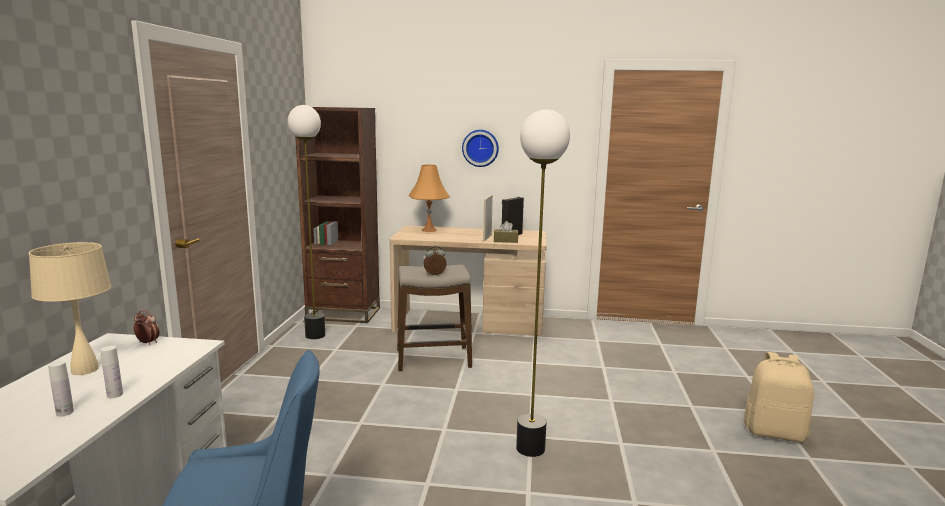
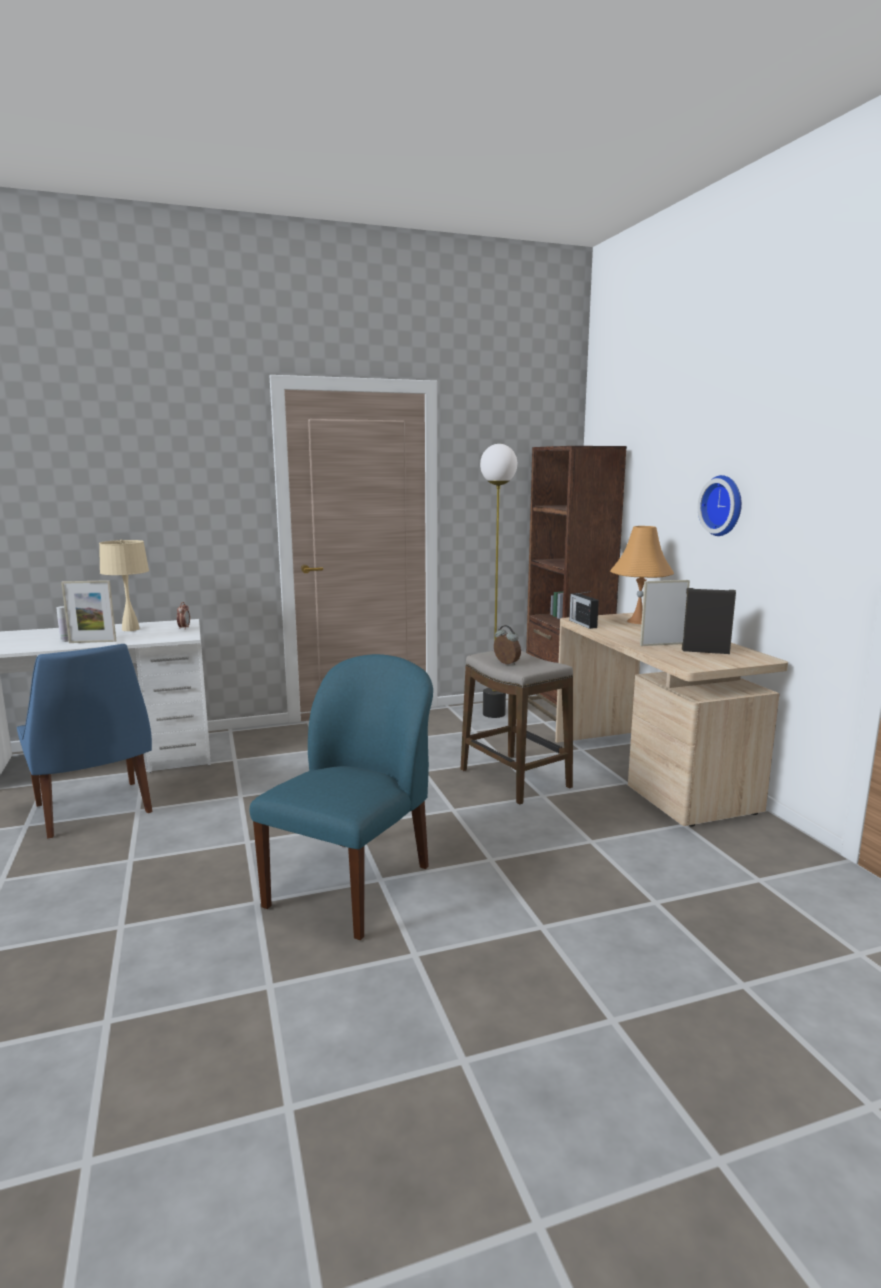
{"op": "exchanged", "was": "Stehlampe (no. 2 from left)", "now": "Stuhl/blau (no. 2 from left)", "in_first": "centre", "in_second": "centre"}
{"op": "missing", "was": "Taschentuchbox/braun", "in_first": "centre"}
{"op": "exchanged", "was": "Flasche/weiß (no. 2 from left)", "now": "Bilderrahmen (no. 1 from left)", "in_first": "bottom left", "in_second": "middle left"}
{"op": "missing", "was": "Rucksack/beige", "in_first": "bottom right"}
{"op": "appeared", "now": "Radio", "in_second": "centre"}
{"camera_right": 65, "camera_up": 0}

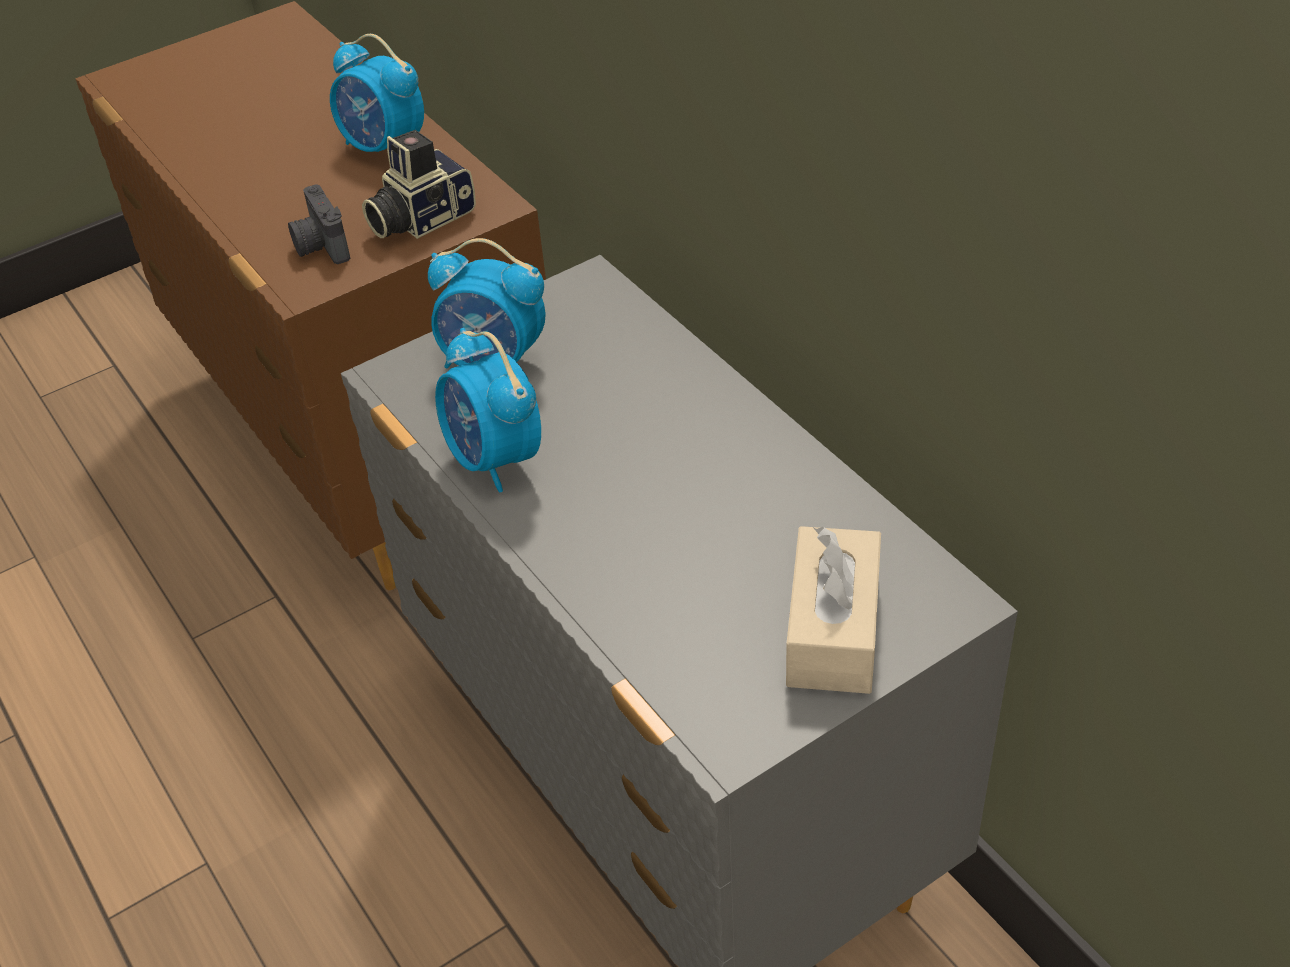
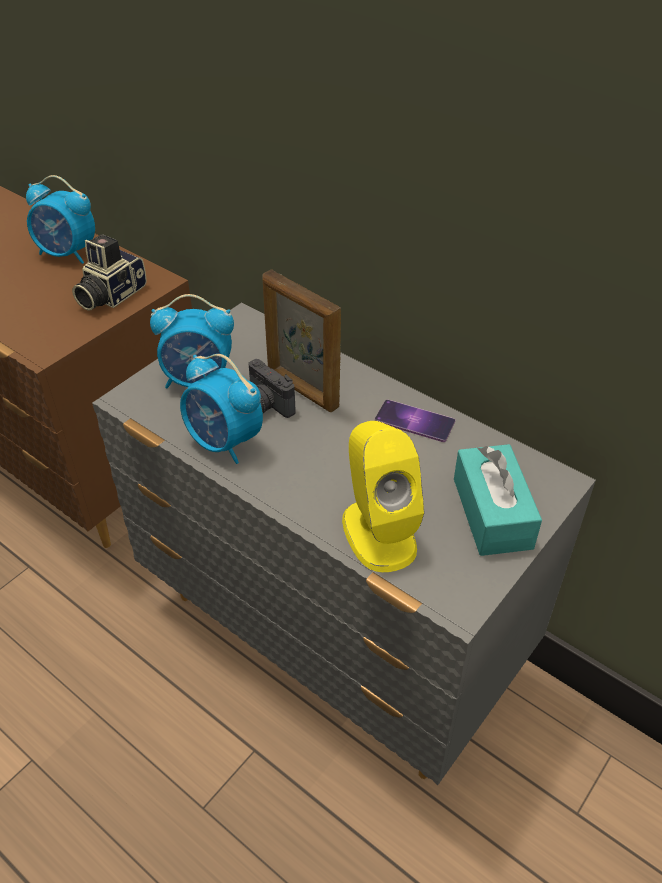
{"op": "relocated", "was": "Kamera (no. 1 from left in the first image)", "now": "Kamera (no. 2 from left)", "in_first": "top left", "in_second": "centre"}
{"op": "colour", "was": "Taschentuchbox/beige", "now": "Taschentuchbox/türkis", "in_first": "centre", "in_second": "middle right"}
{"op": "appeared", "now": "Bilderrahmen", "in_second": "centre"}
{"op": "appeared", "now": "Handy", "in_second": "centre"}
{"op": "appeared", "now": "Lautsprecher/gelb", "in_second": "centre"}
{"camera_right": -20, "camera_up": 0}

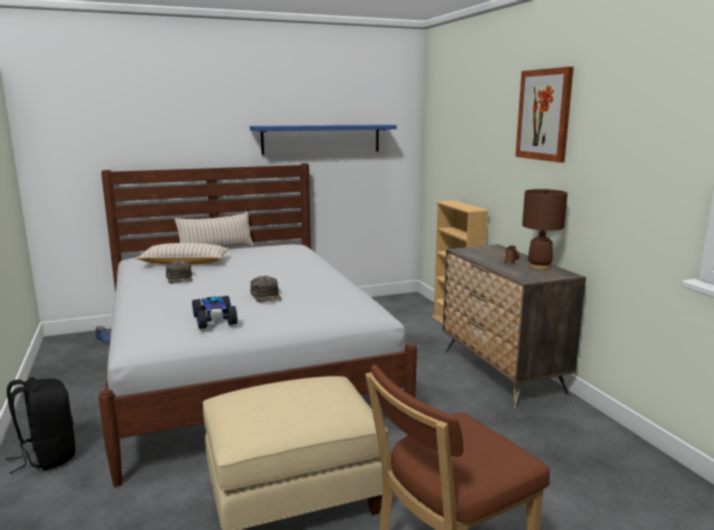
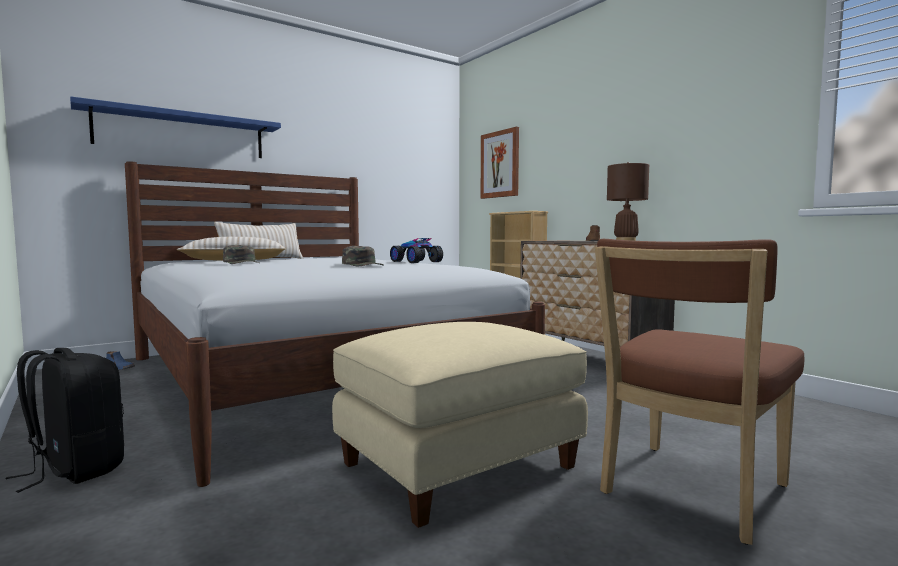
{"op": "relocated", "was": "Bild", "in_first": "top right", "in_second": "top centre"}
{"op": "relocated", "was": "Wandregal/blau", "in_first": "top centre", "in_second": "top left"}
{"op": "relocated", "was": "Spielzeugauto", "in_first": "middle left", "in_second": "centre"}
{"camera_right": -15, "camera_up": -10}

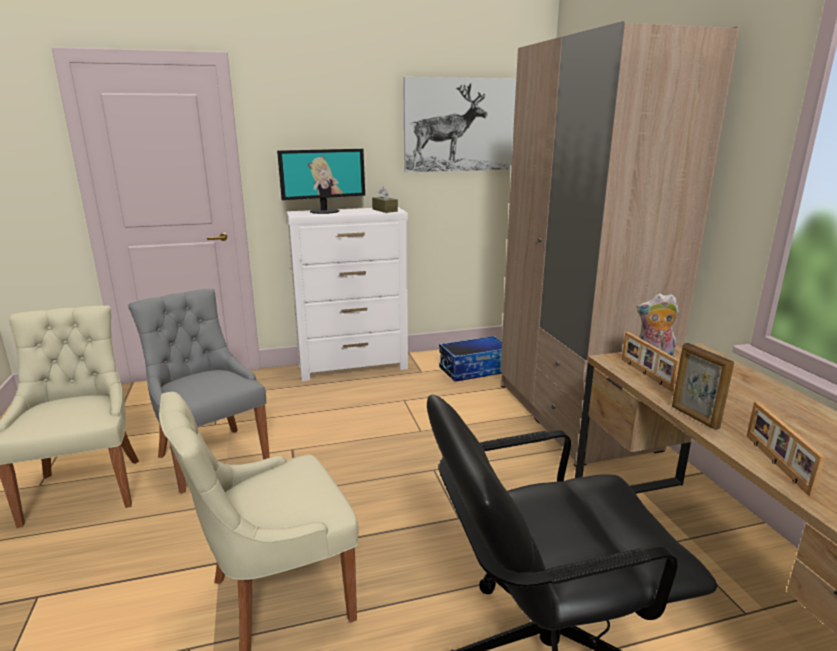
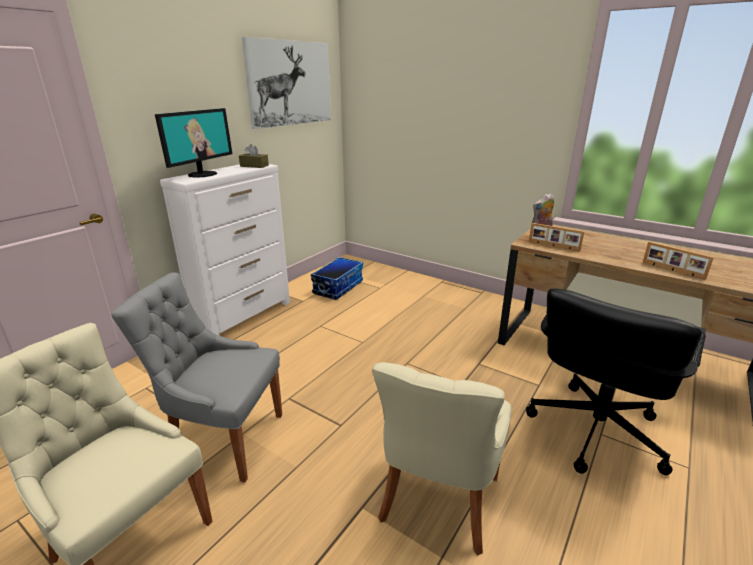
{"op": "missing", "was": "Kleiderschrank/beige", "in_first": "middle right"}
{"op": "missing", "was": "Bilderrahmen (no. 2 from left)", "in_first": "middle right"}
{"camera_right": -40, "camera_up": 5}

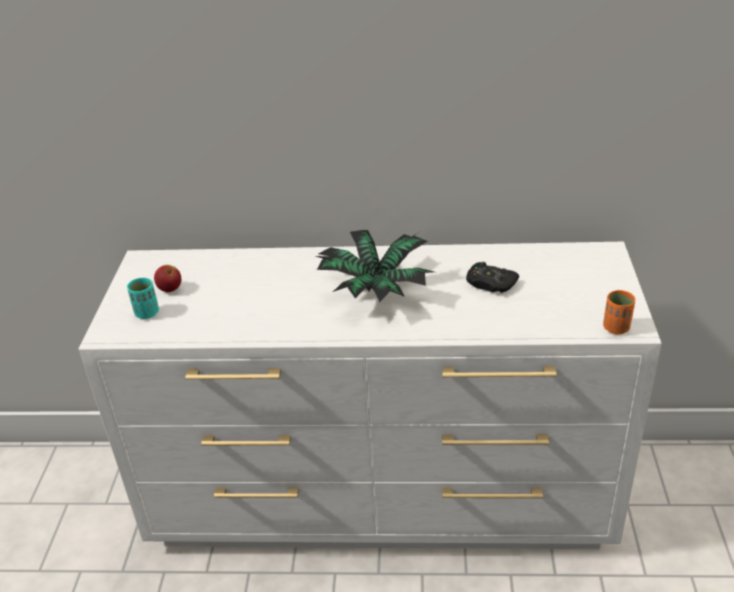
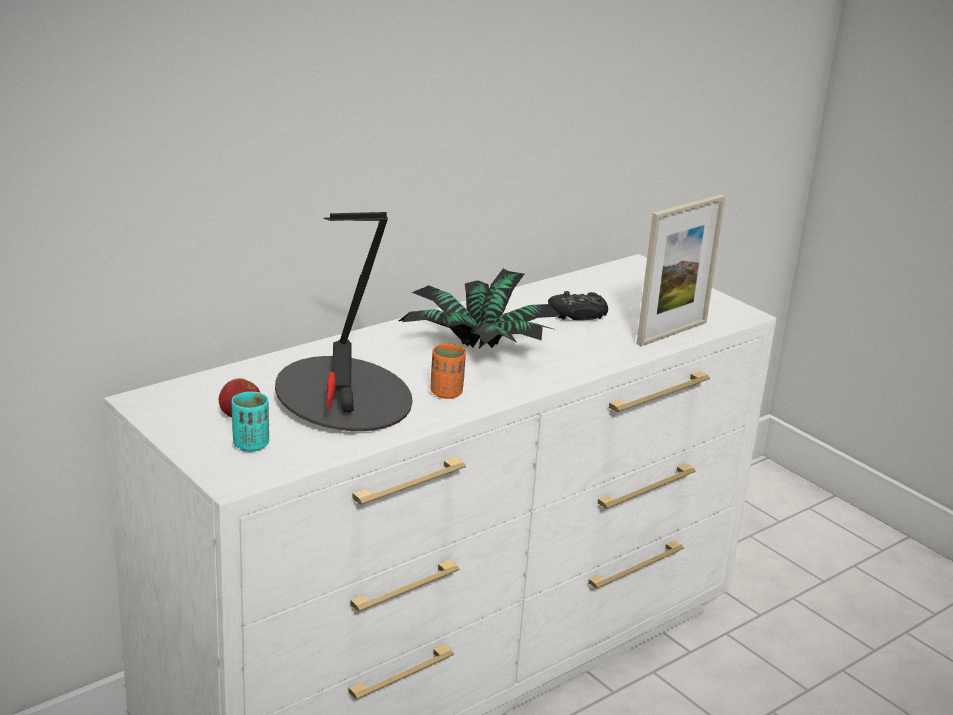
{"op": "relocated", "was": "Tasse/orange", "in_first": "middle right", "in_second": "centre"}
{"op": "appeared", "now": "Bilderrahmen", "in_second": "middle right"}
{"op": "appeared", "now": "Tischlampe", "in_second": "centre"}
{"camera_right": -45, "camera_up": -10}

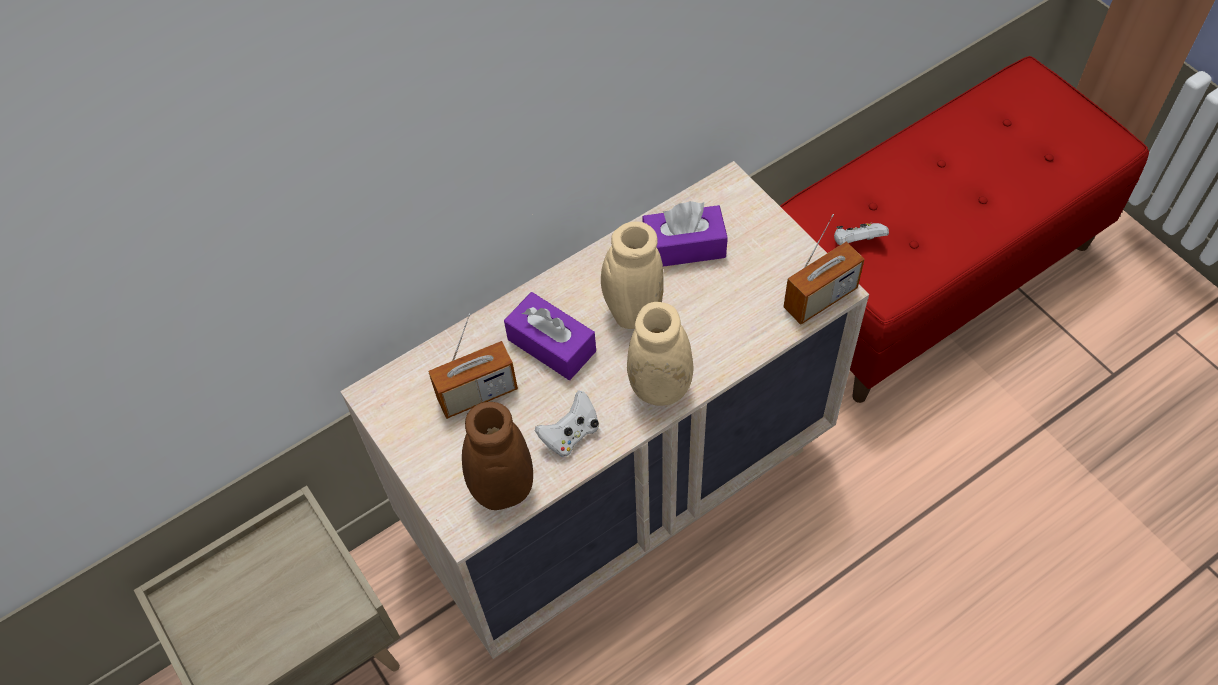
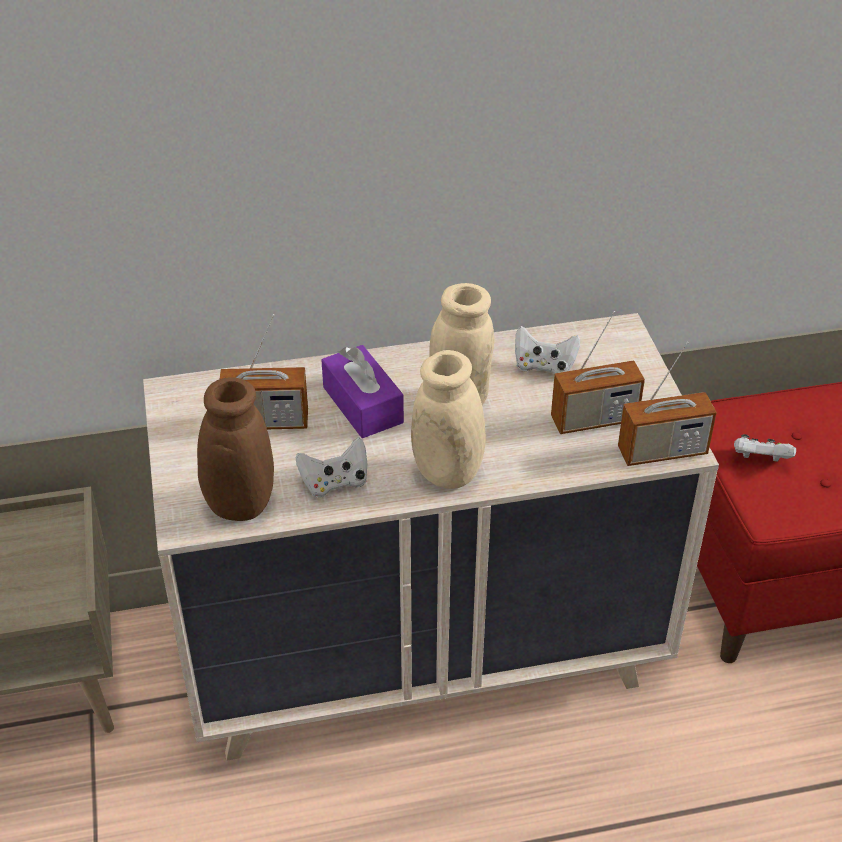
{"op": "exchanged", "was": "Taschentuchbox/lila (no. 2 from left)", "now": "Gamepad/weiß (no. 2 from left)", "in_first": "centre", "in_second": "centre"}
{"op": "appeared", "now": "Radio (no. 2 from left)", "in_second": "middle right"}
{"camera_right": 20, "camera_up": -15}

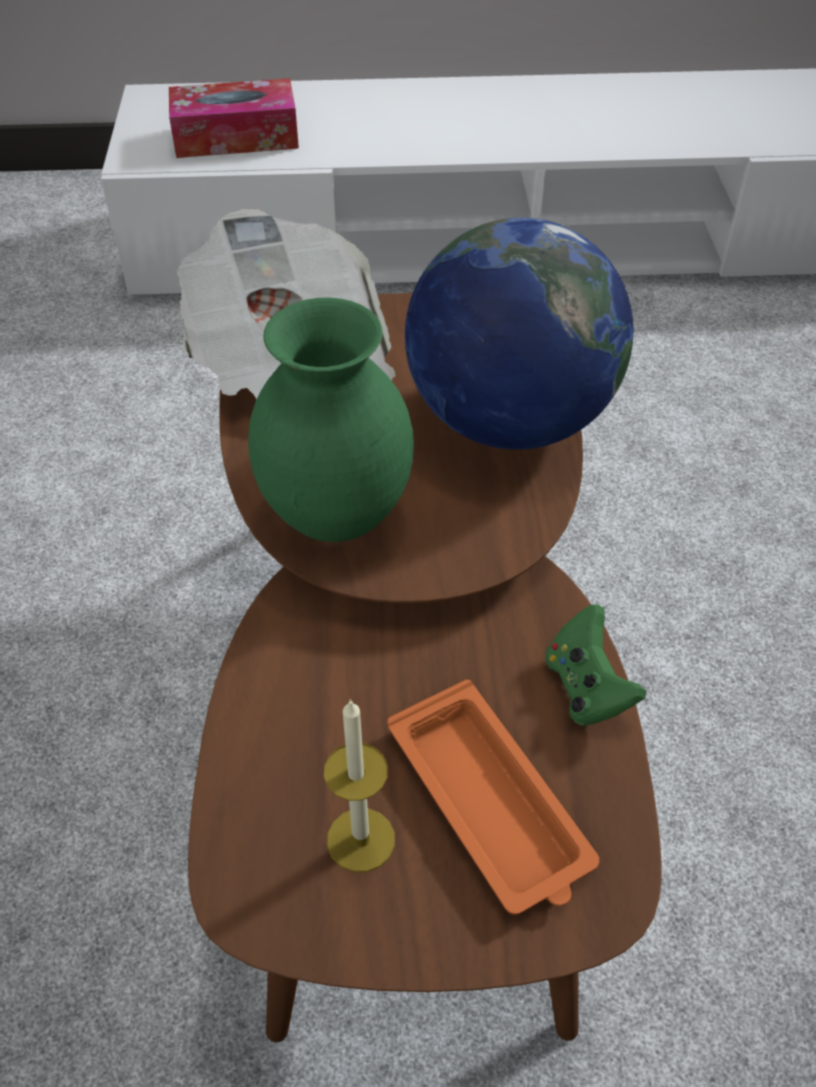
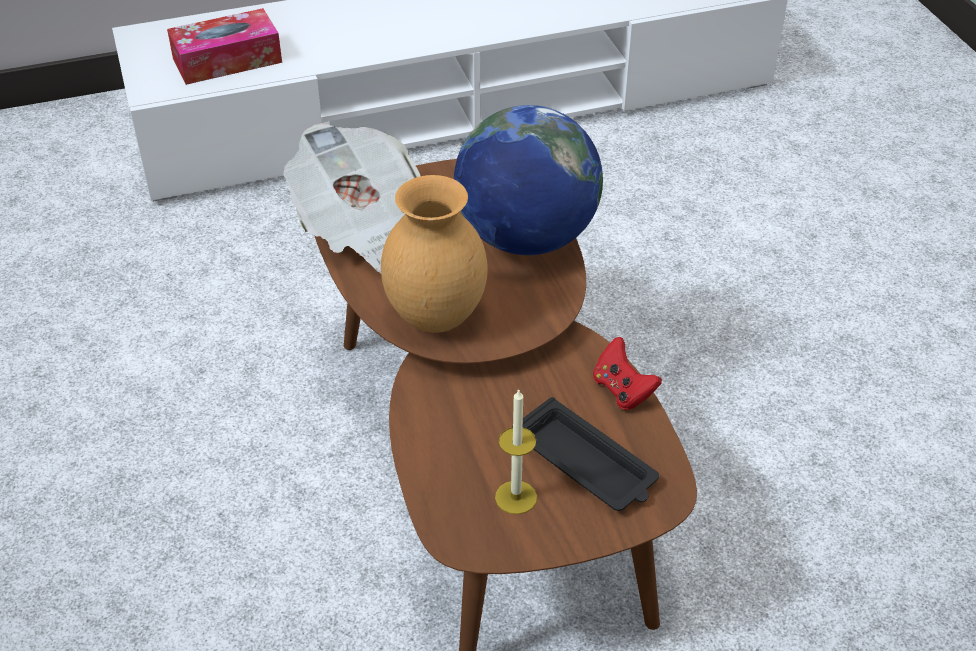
{"op": "colour", "was": "Vase/grün", "now": "Vase/braun", "in_first": "centre", "in_second": "centre"}
{"op": "colour", "was": "Gamepad/grün", "now": "Gamepad/rot", "in_first": "middle right", "in_second": "centre"}
{"op": "colour", "was": "Tablett/orange", "now": "Tablett/schwarz", "in_first": "bottom centre", "in_second": "bottom centre"}
{"camera_right": -15, "camera_up": -5}

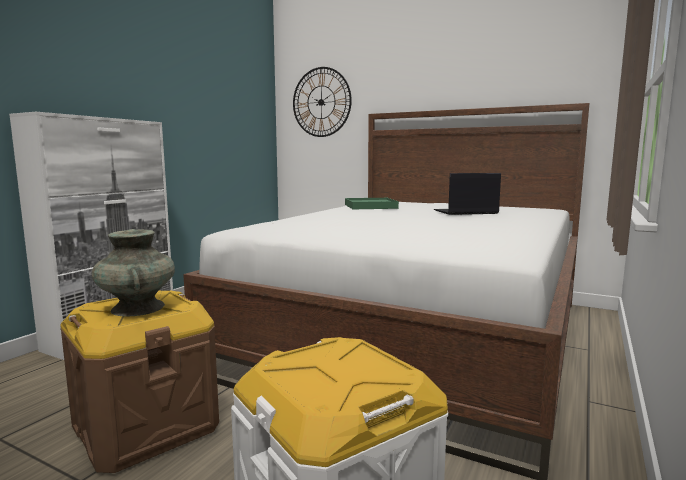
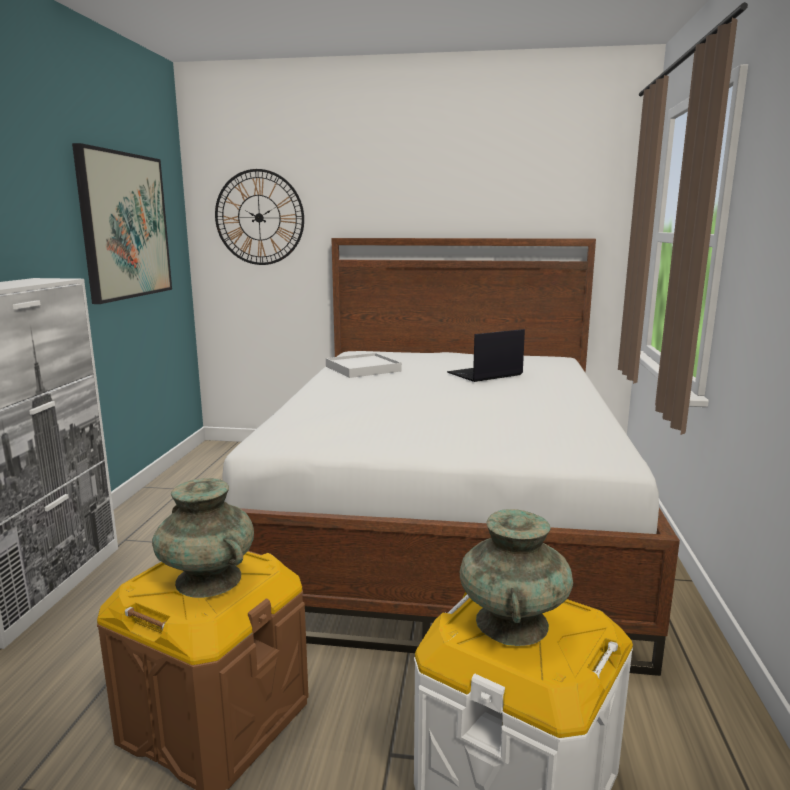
{"op": "colour", "was": "Tablett/grün", "now": "Tablett/weiß", "in_first": "centre", "in_second": "centre"}
{"op": "appeared", "now": "Bild", "in_second": "top left"}
{"op": "appeared", "now": "Vase/türkis (no. 2 from left)", "in_second": "bottom centre"}
{"camera_right": -20, "camera_up": 5}

